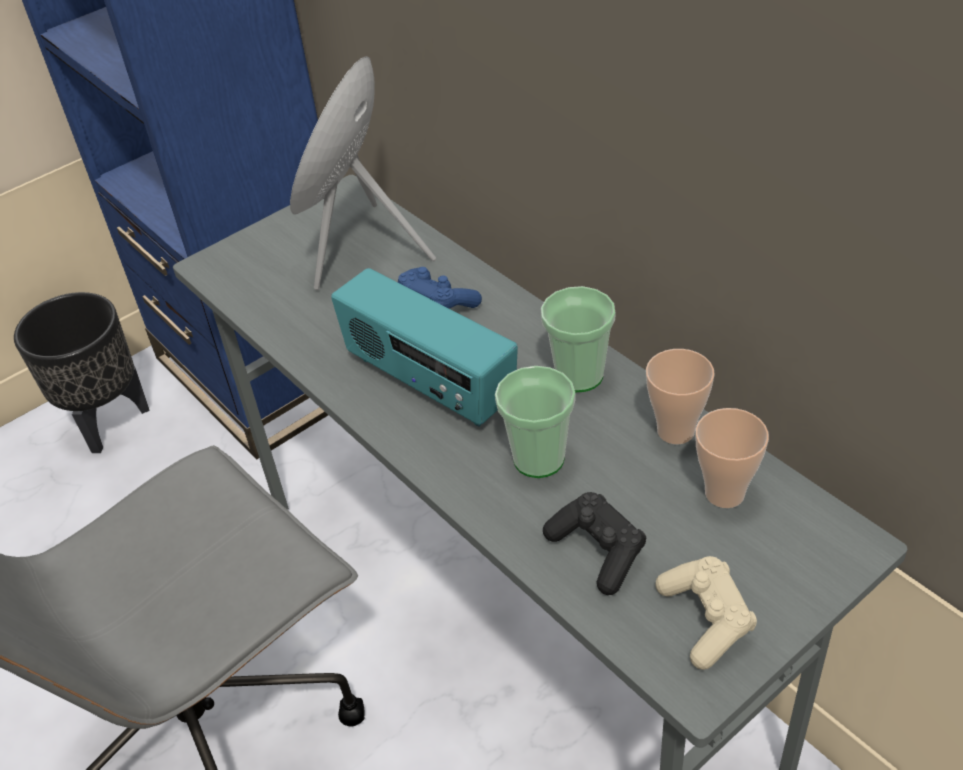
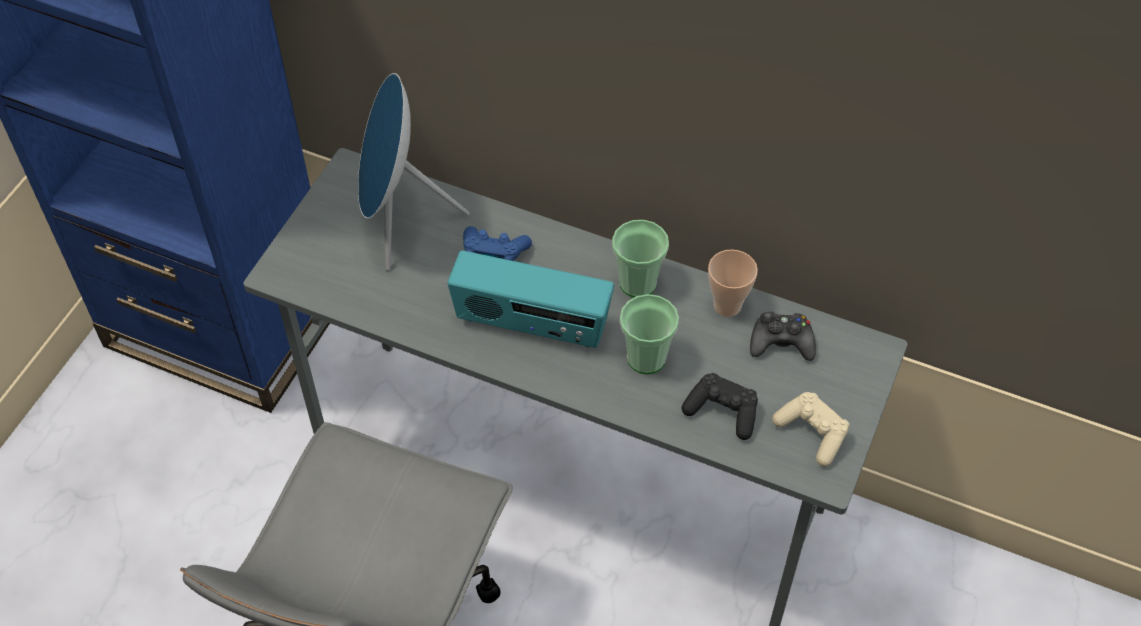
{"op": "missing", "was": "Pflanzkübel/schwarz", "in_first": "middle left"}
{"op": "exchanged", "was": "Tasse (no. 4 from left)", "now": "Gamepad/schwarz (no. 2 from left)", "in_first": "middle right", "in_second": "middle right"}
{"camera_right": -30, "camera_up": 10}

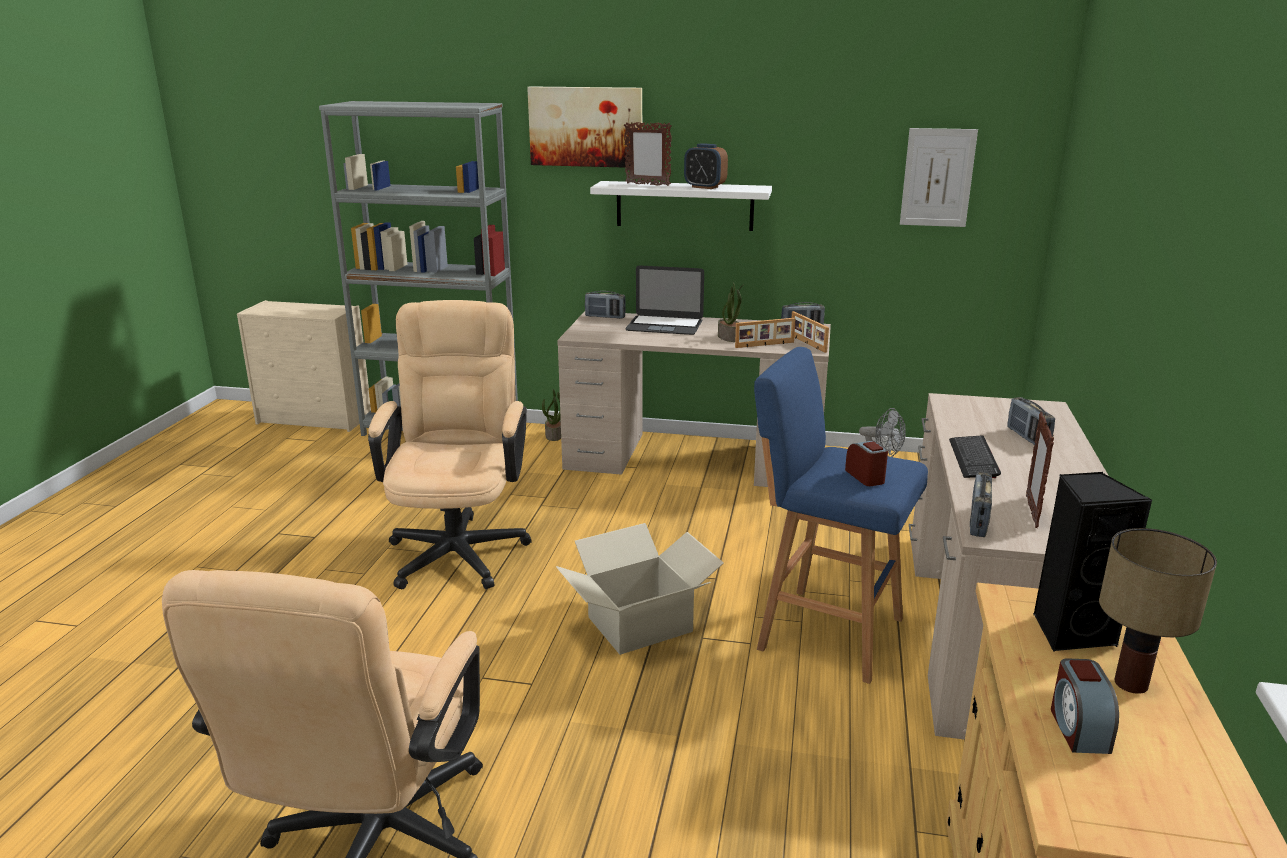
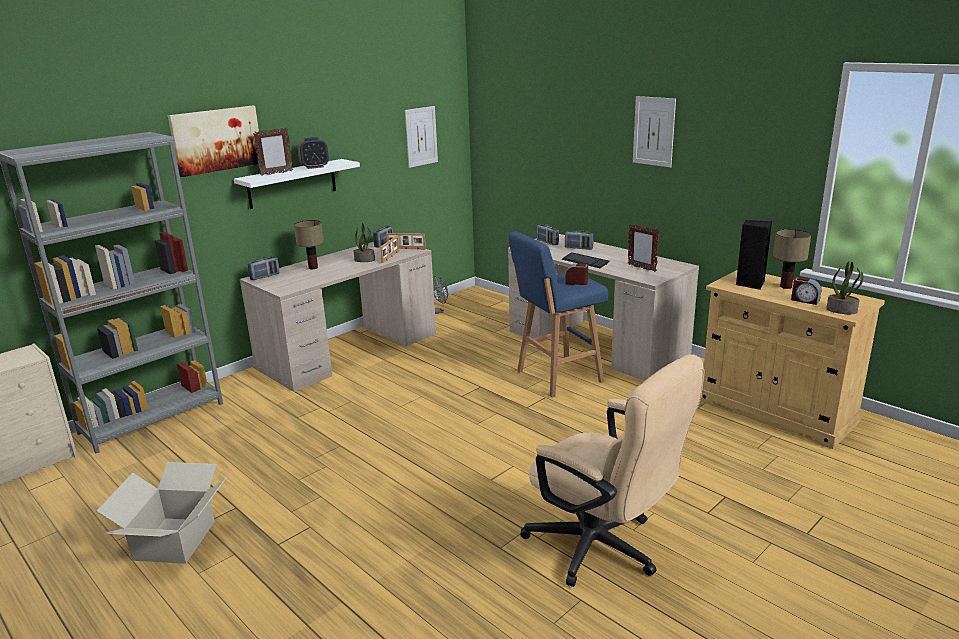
{"op": "exchanged", "was": "Laptop", "now": "Tischlampe (no. 1 from left)", "in_first": "centre", "in_second": "middle left"}
{"op": "missing", "was": "Bürostuhl/beige (no. 2 from left)", "in_first": "centre"}
{"op": "relocated", "was": "Topfpflanze (no. 1 from left in the first image)", "now": "Topfpflanze (no. 2 from left)", "in_first": "centre", "in_second": "middle right"}
{"op": "relocated", "was": "Radio (no. 3 from left)", "in_first": "middle right", "in_second": "centre"}
{"op": "relocated", "was": "Karton", "in_first": "bottom centre", "in_second": "bottom left"}
{"op": "appeared", "now": "Bild (no. 3 from left)", "in_second": "top right"}
{"camera_right": -55, "camera_up": 0}

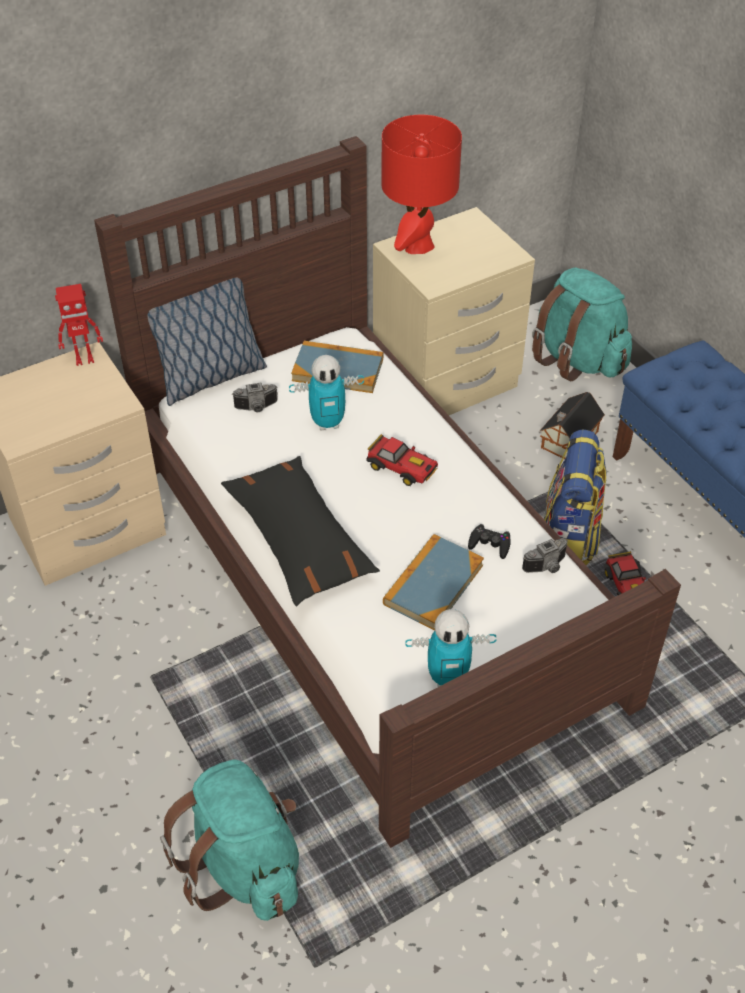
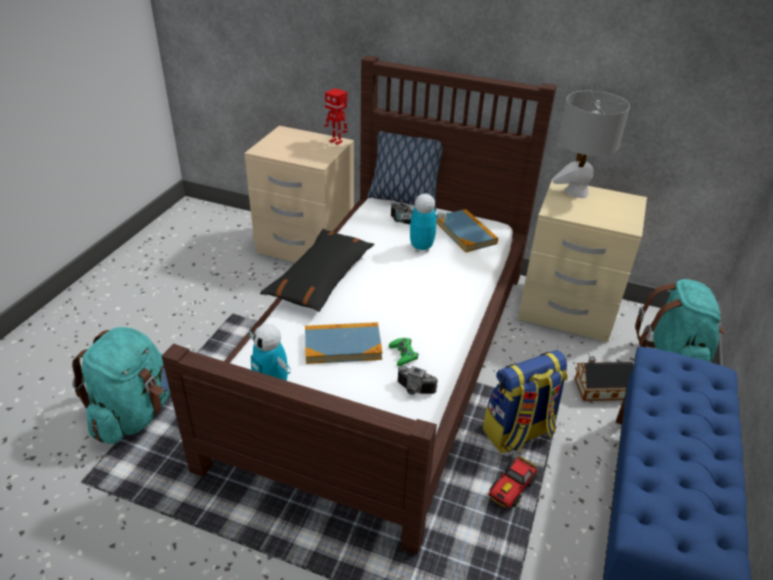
{"op": "colour", "was": "Tischlampe/rot", "now": "Tischlampe/grau", "in_first": "top centre", "in_second": "top right"}
{"op": "spun", "was": "Spielzeugroboter (no. 2 from left in the first image)", "in_first": "centre", "in_second": "centre", "clockwise": 135}
{"op": "missing", "was": "Spielzeugauto (no. 1 from left)", "in_first": "centre"}
{"op": "colour", "was": "Gamepad/schwarz", "now": "Gamepad/grün", "in_first": "centre", "in_second": "centre"}
{"camera_right": 50, "camera_up": -10}

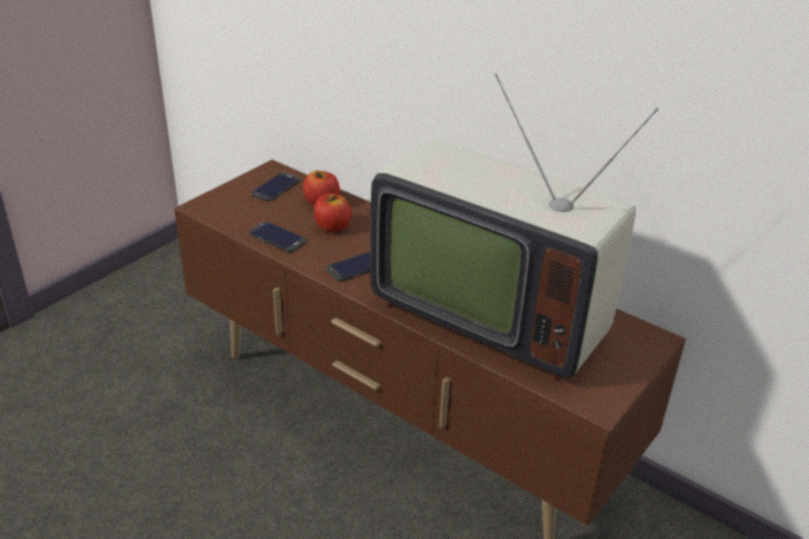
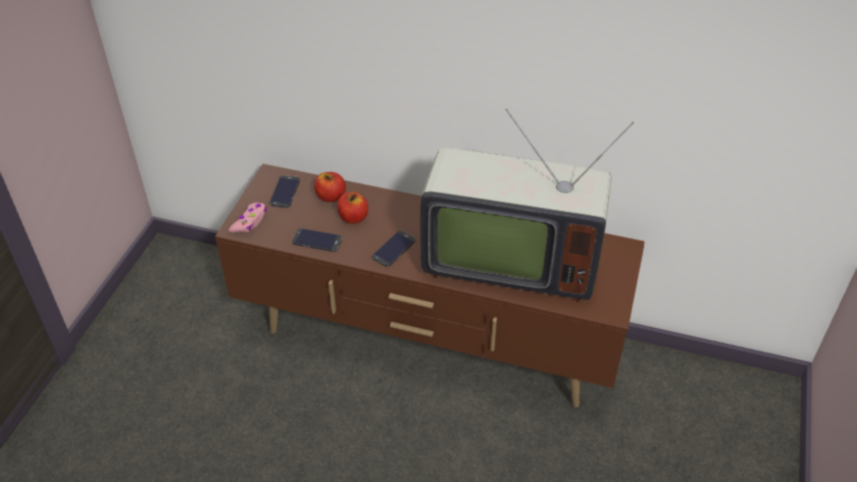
{"op": "appeared", "now": "Gamepad/rosa", "in_second": "middle left"}
{"camera_right": -20, "camera_up": 10}

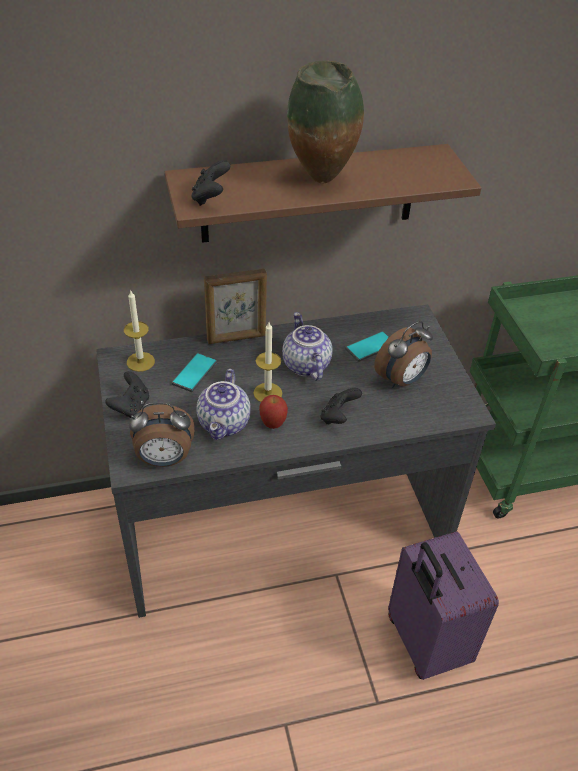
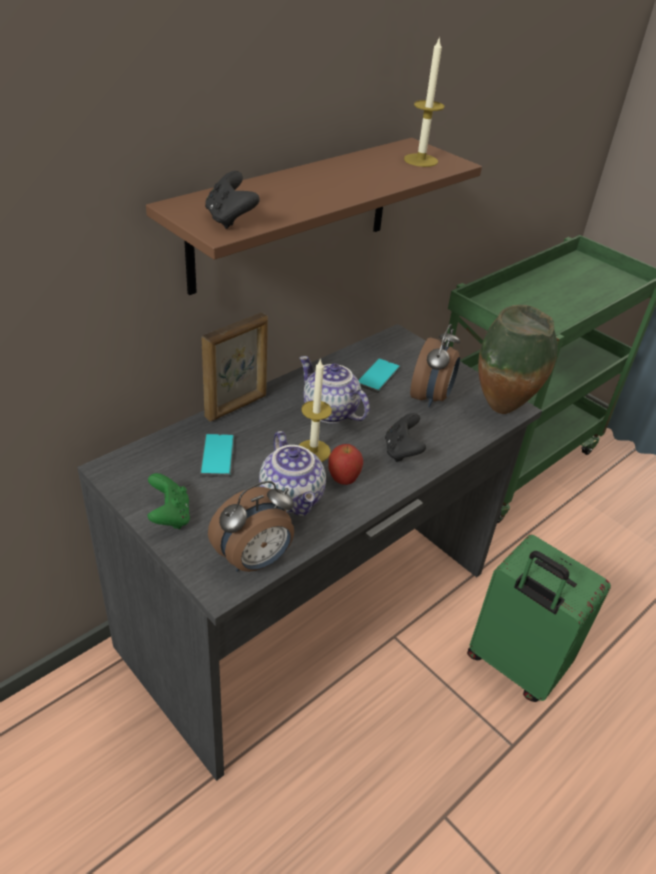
{"op": "relocated", "was": "Vase", "in_first": "top centre", "in_second": "middle right"}
{"op": "relocated", "was": "Kerze (no. 1 from left in the first image)", "now": "Kerze (no. 2 from left)", "in_first": "middle left", "in_second": "top centre"}
{"op": "colour", "was": "Gamepad/schwarz (no. 1 from left)", "now": "Gamepad/grün", "in_first": "middle left", "in_second": "middle left"}
{"op": "colour", "was": "Koffer/lila", "now": "Koffer/grün", "in_first": "bottom right", "in_second": "bottom right"}
{"camera_right": -30, "camera_up": -5}

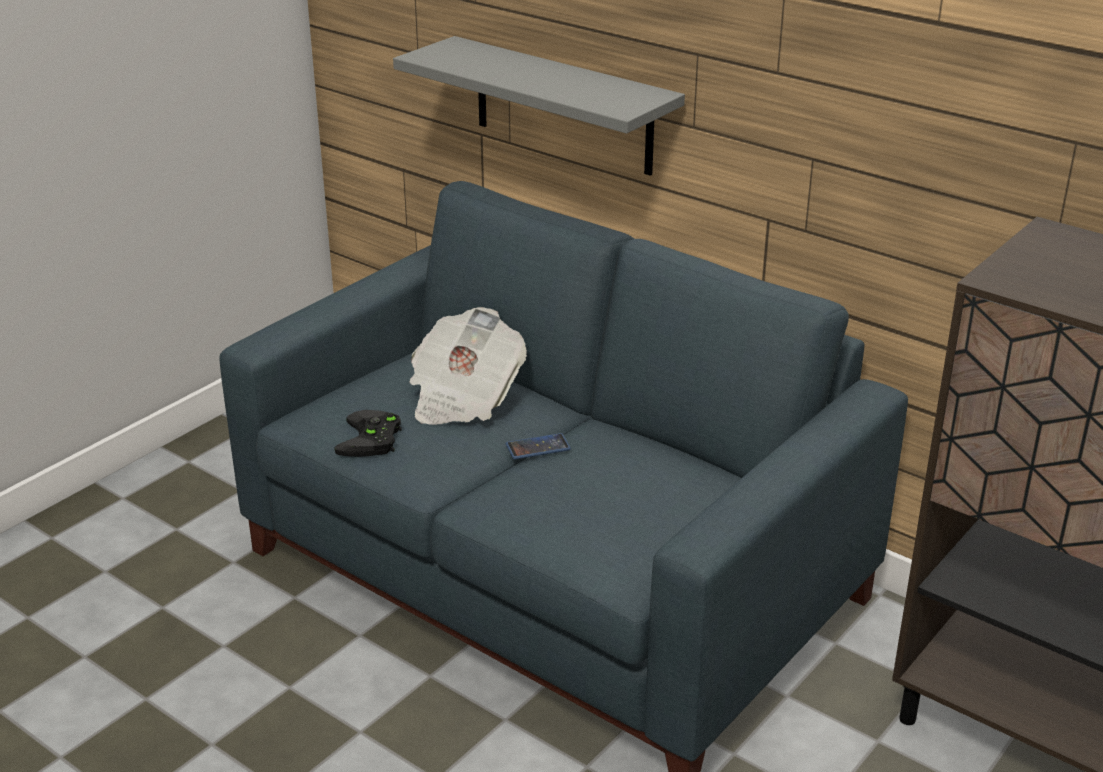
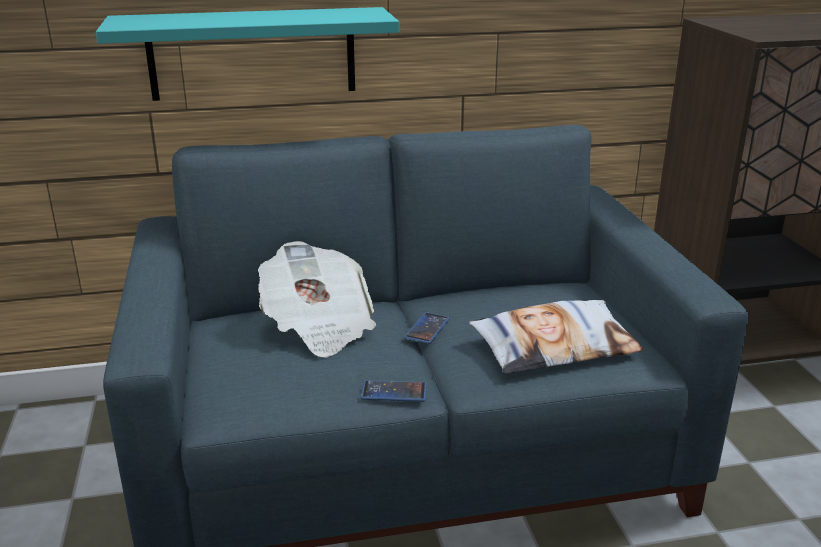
{"op": "colour", "was": "Wandregal/grau", "now": "Wandregal/türkis", "in_first": "top centre", "in_second": "top left"}
{"op": "missing", "was": "Gamepad/schwarz", "in_first": "centre"}
{"op": "appeared", "now": "Kissen", "in_second": "middle right"}
{"op": "appeared", "now": "Handy (no. 1 from left)", "in_second": "bottom centre"}
{"camera_right": -50, "camera_up": -5}

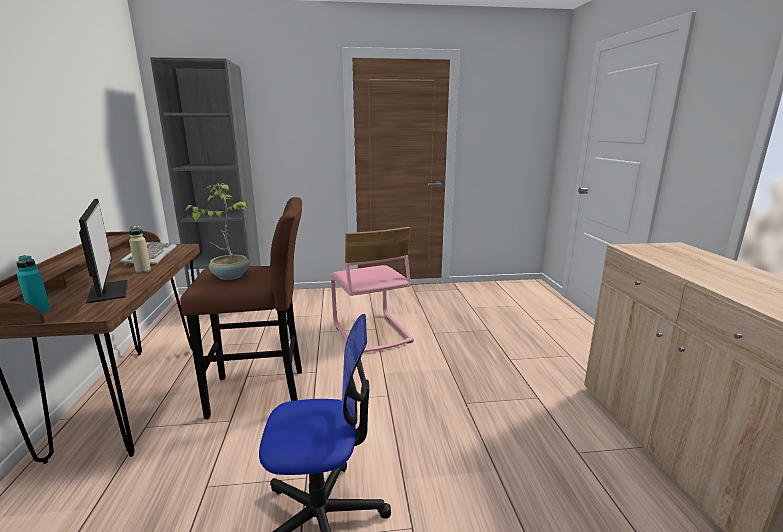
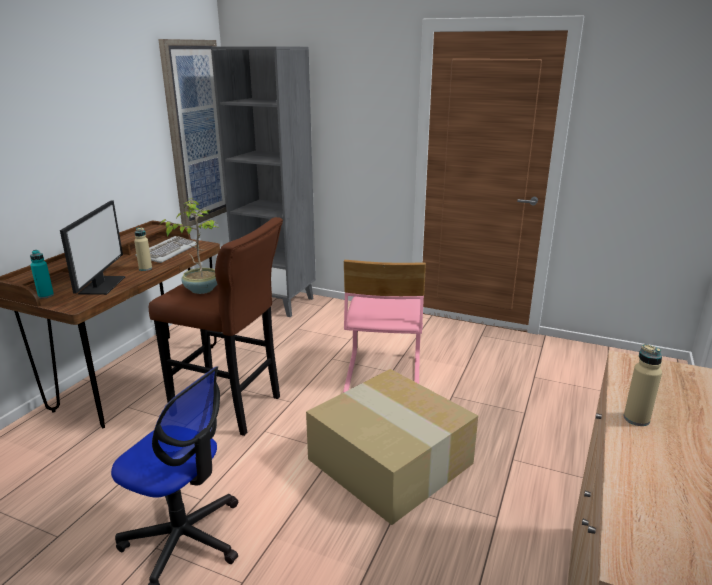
{"op": "appeared", "now": "Bild", "in_second": "top left"}
{"op": "appeared", "now": "Flasche/beige (no. 2 from left)", "in_second": "middle right"}
{"op": "appeared", "now": "Karton", "in_second": "bottom centre"}
{"camera_right": 30, "camera_up": 5}

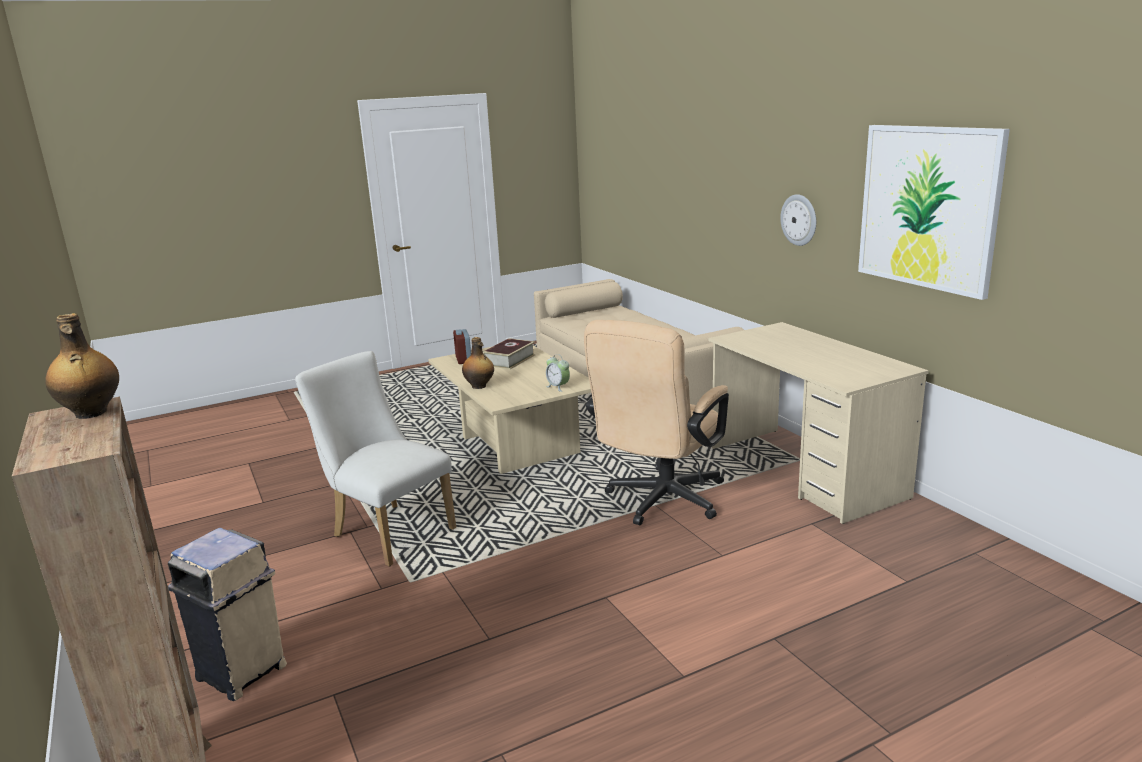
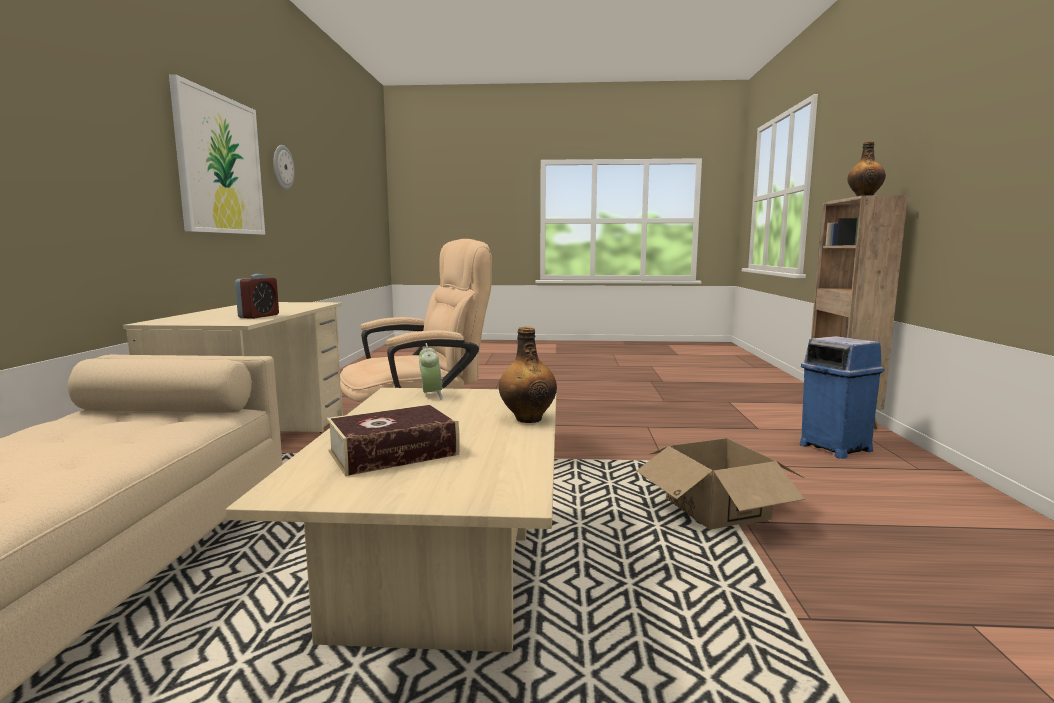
{"op": "relocated", "was": "Wanduhr", "in_first": "top right", "in_second": "top left"}
{"op": "relocated", "was": "Wecker (no. 1 from left)", "in_first": "centre", "in_second": "middle left"}
{"op": "exchanged", "was": "Stuhl/weiß", "now": "Karton", "in_first": "middle left", "in_second": "bottom right"}
{"op": "colour", "was": "Mülleimer/beige", "now": "Mülleimer/blau", "in_first": "bottom left", "in_second": "middle right"}
{"camera_right": -150, "camera_up": -10}

